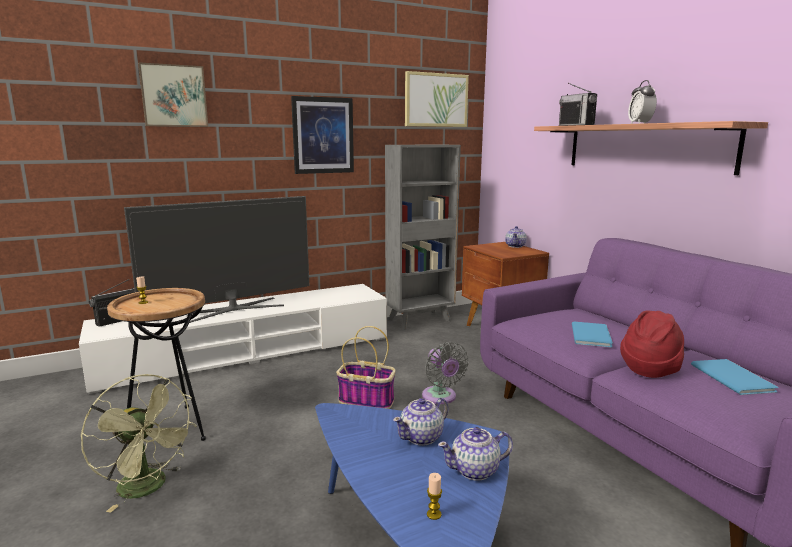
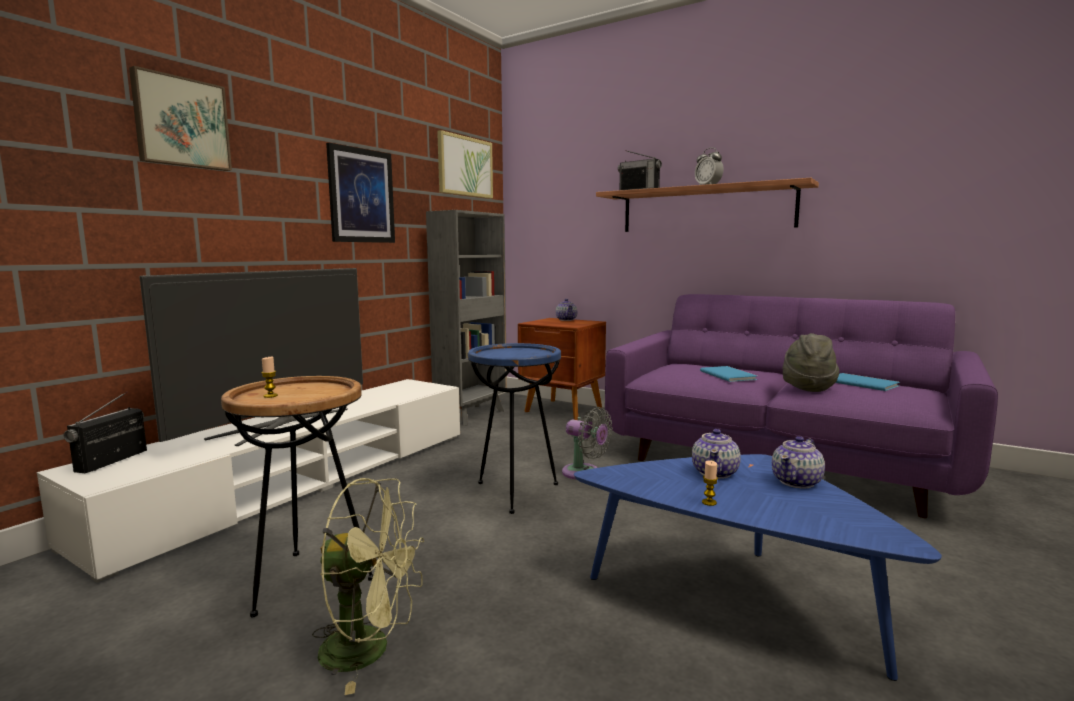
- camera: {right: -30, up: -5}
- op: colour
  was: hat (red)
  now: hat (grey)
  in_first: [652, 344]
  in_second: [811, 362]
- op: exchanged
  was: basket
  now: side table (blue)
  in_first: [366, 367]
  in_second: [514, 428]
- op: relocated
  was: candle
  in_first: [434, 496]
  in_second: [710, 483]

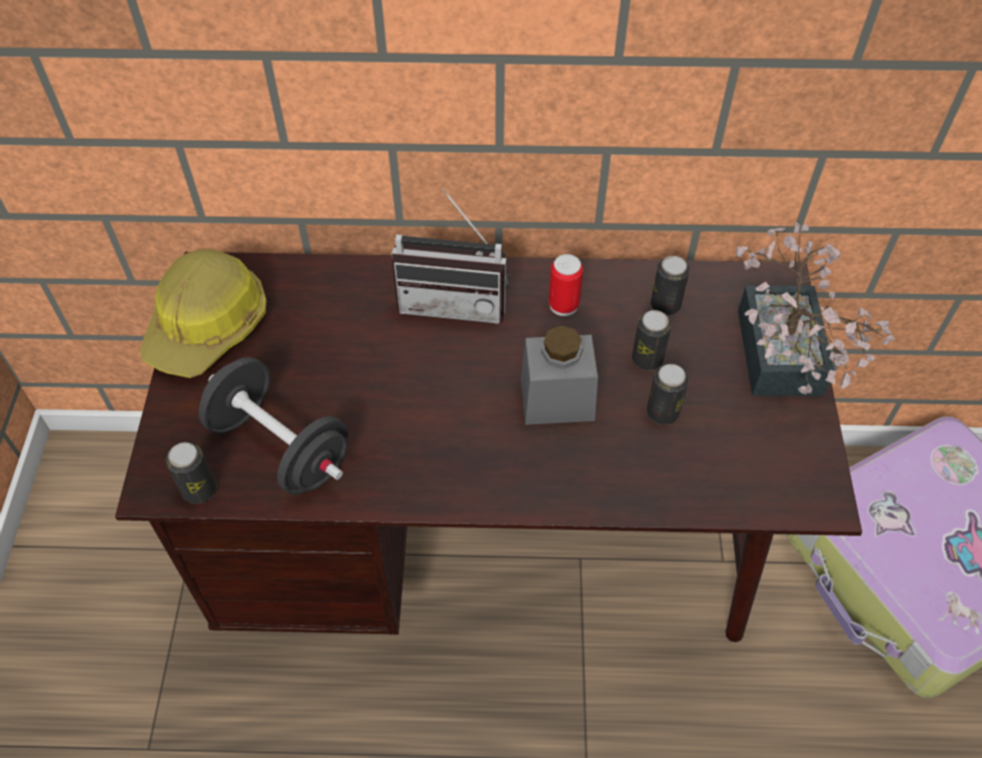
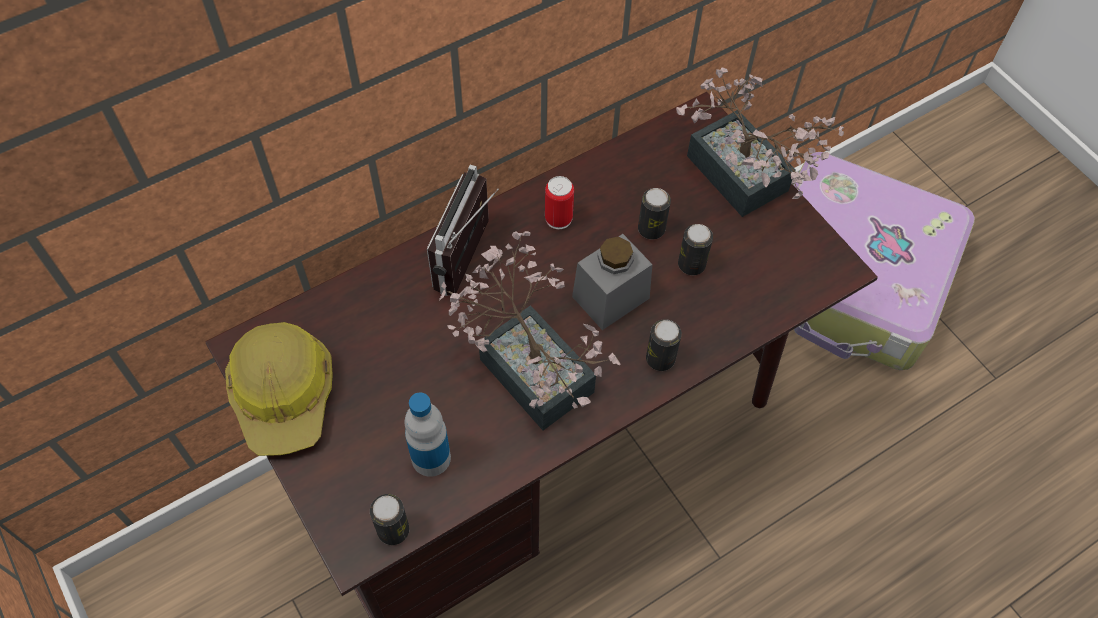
- camera: {right: -35, up: 5}
- op: spun
  was: radio
  in_first: [451, 256]
  in_second: [463, 230]
  clockwise: 135
- op: relocated
  was: can
  in_first: [670, 285]
  in_second: [664, 345]
- op: exchanged
  was: dumbbell (black)
  now: bottle
  in_first: [273, 426]
  in_second: [427, 434]
- op: appeared
  now: potted plant
  in_second: [529, 330]

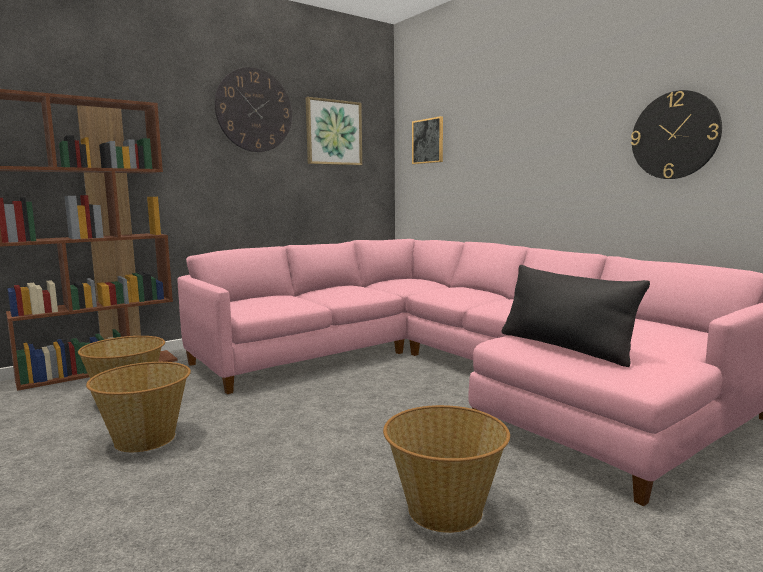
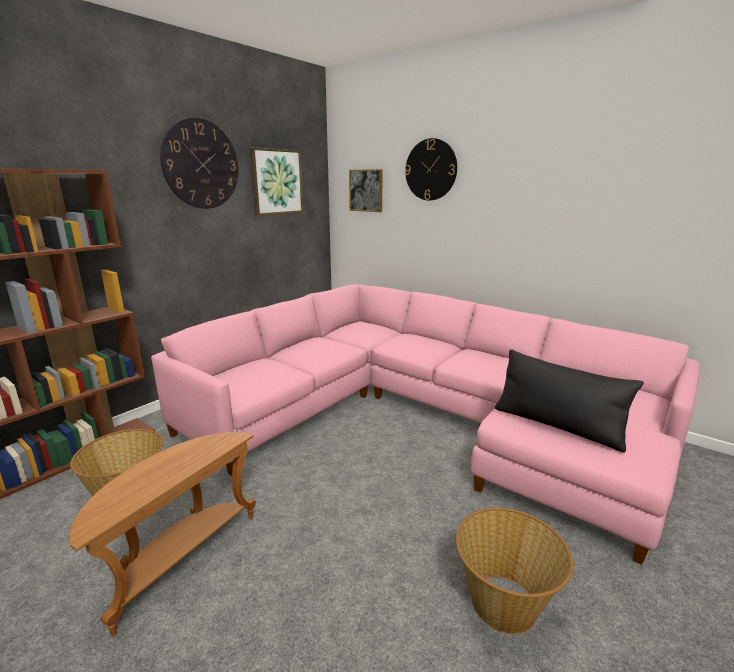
- camera: {right: -15, up: 10}
- op: relocated
  was: wall clock
  in_first: [676, 134]
  in_second: [431, 169]
- op: exchanged
  was: basket
  now: side table (brown)
  in_first: [138, 407]
  in_second: [163, 534]

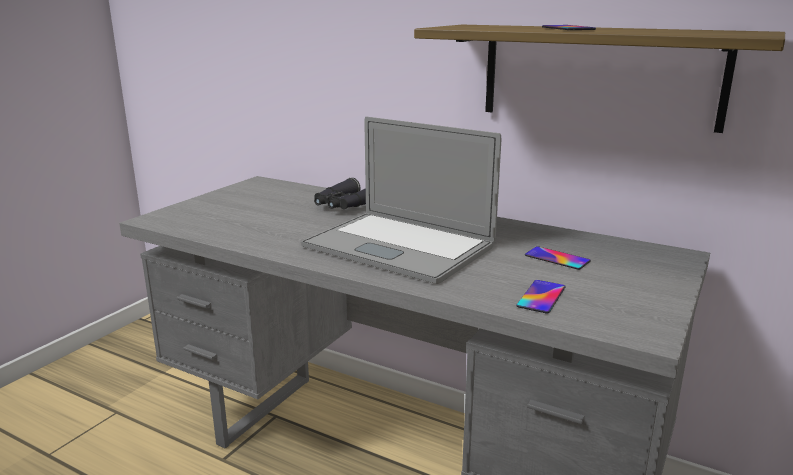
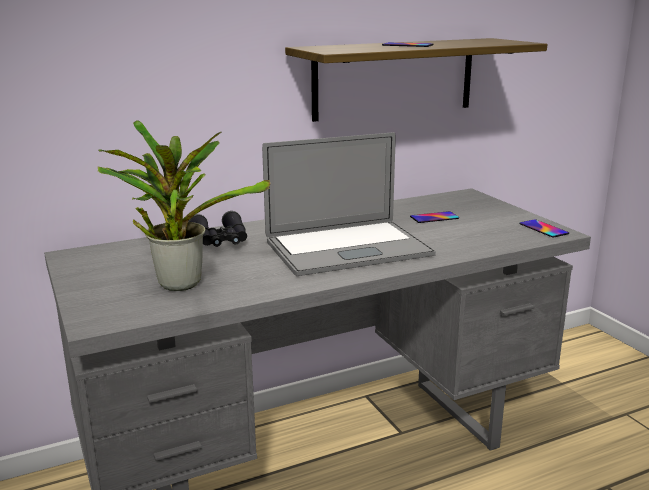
- camera: {right: -55, up: 0}
- op: relocated
  was: phone
  in_first: [541, 297]
  in_second: [544, 228]
- op: appeared
  now: potted plant
  in_second: [184, 205]

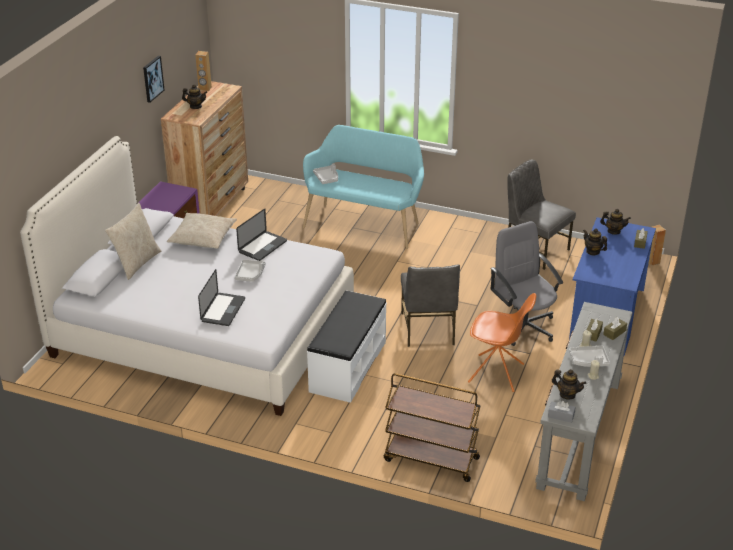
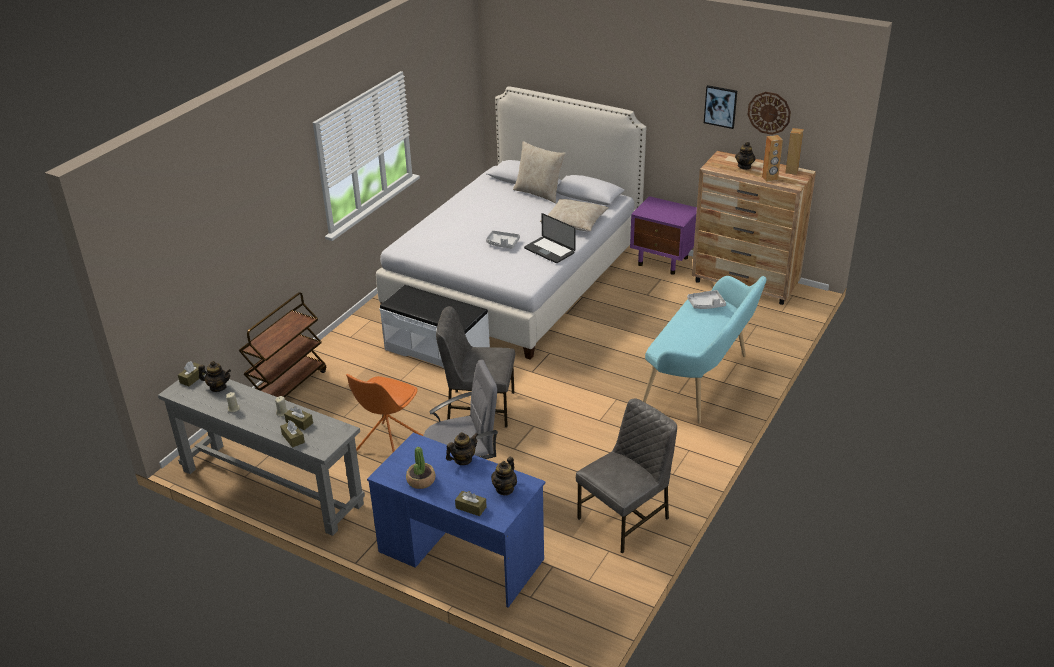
- camera: {right: 100, up: 0}
- op: relocated
  was: speaker (brown)
  in_first: [657, 245]
  in_second: [772, 158]
- op: missing
  was: laptop
  in_first: [221, 297]
- op: missing
  was: tray (grey)
  in_first: [589, 356]
- op: spun
  was: teapot
  in_first: [569, 384]
  in_second: [214, 376]
  clockwise: -120
- op: colour
  was: tissue box (grey)
  now: tissue box (brown)
  in_first: [561, 412]
  in_second: [191, 373]
- op: appeared
  now: wall clock
  in_second: [769, 113]
- op: appeared
  now: potted plant
  in_second: [421, 468]

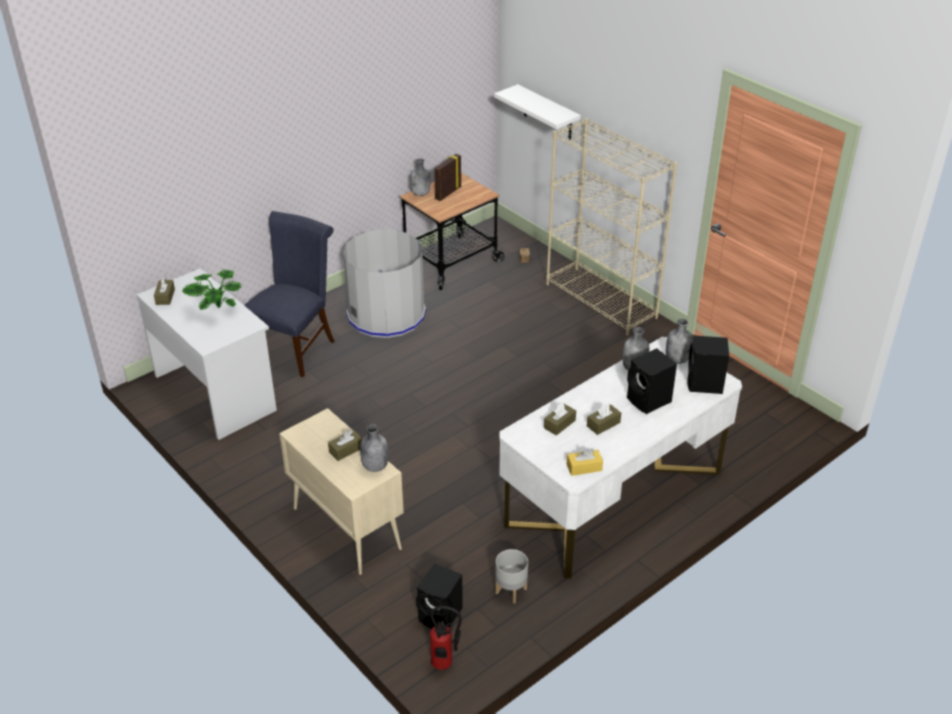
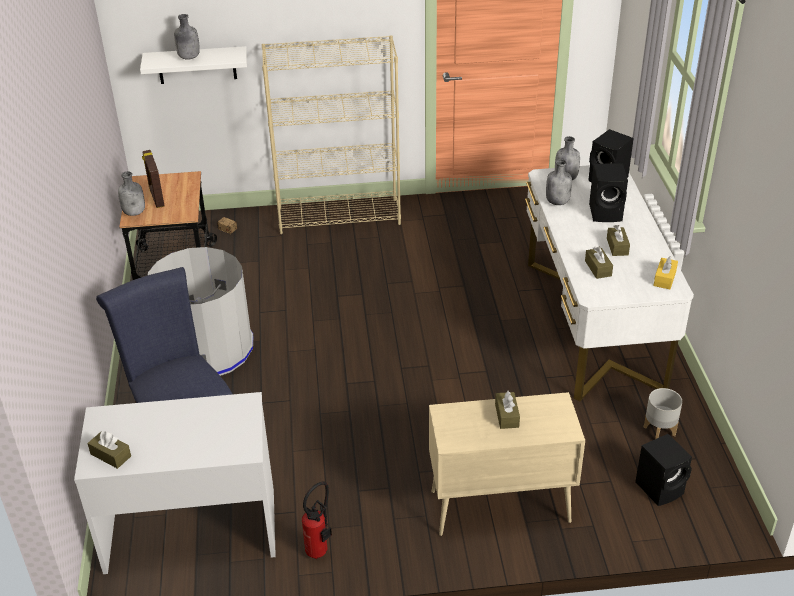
- camera: {right: -55, up: 0}
- op: missing
  was: potted plant
  in_first: [212, 289]
- op: relocated
  was: bottle (grey)
  in_first: [374, 448]
  in_second: [187, 37]
- op: relocated
  was: fire extinguisher
  in_first: [446, 638]
  in_second: [317, 520]

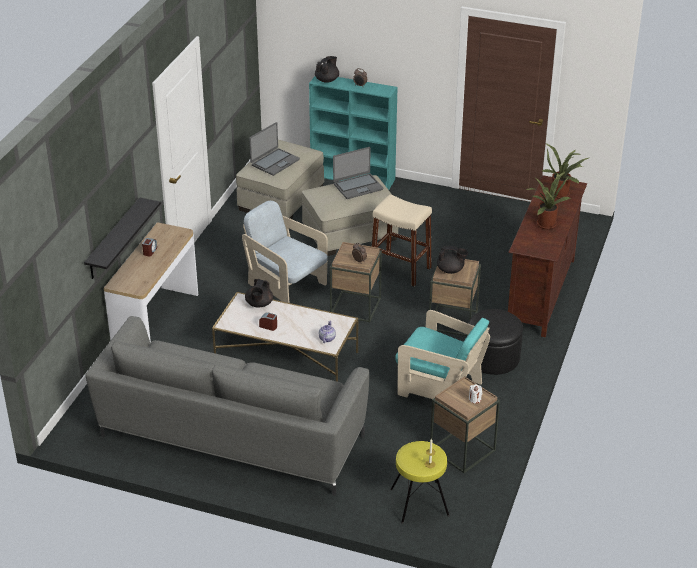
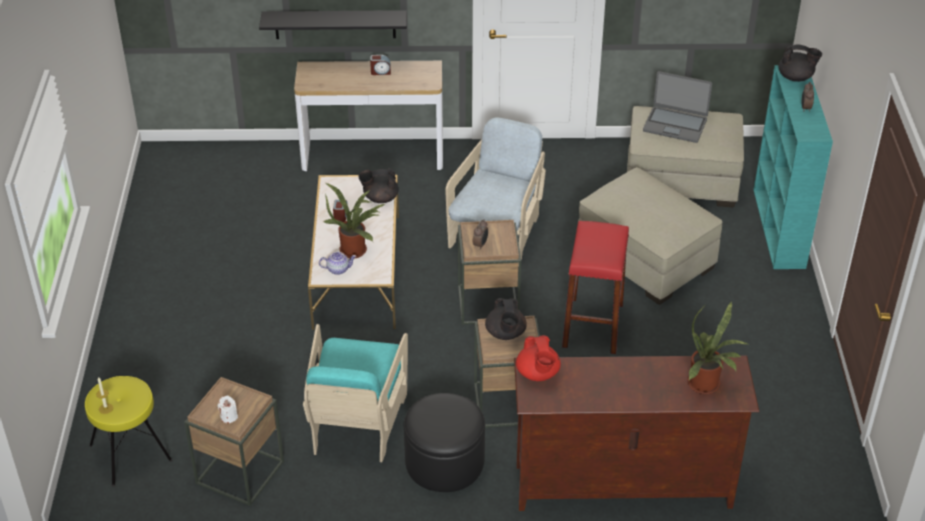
- camera: {right: 70, up: 5}
- op: missing
  was: laptop
  in_first: [358, 173]
- op: relocated
  was: potted plant
  in_first: [548, 200]
  in_second: [354, 221]
- op: colour
  was: stool (beige)
  now: stool (red)
  in_first: [402, 240]
  in_second: [595, 287]
- op: missing
  was: sofa (grey)
  in_first: [227, 406]
- op: appeared
  now: teapot (red)
  in_second: [538, 358]

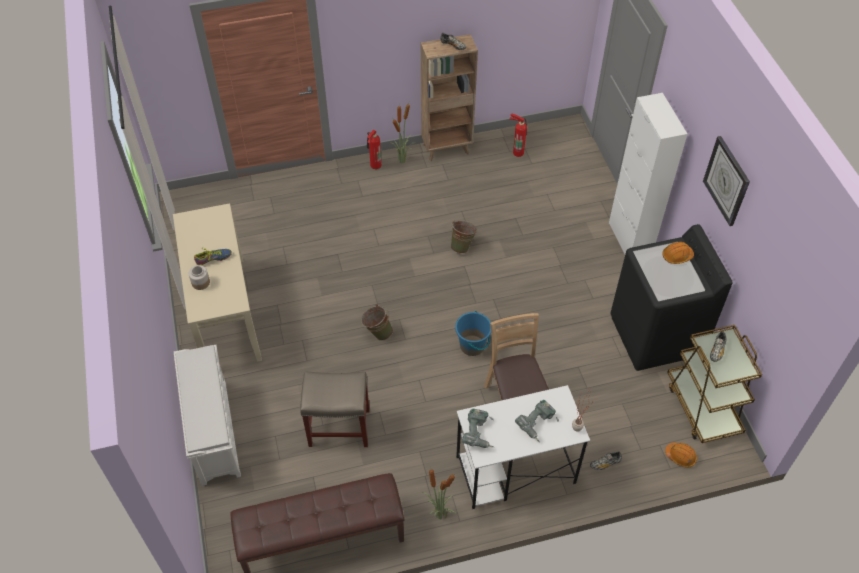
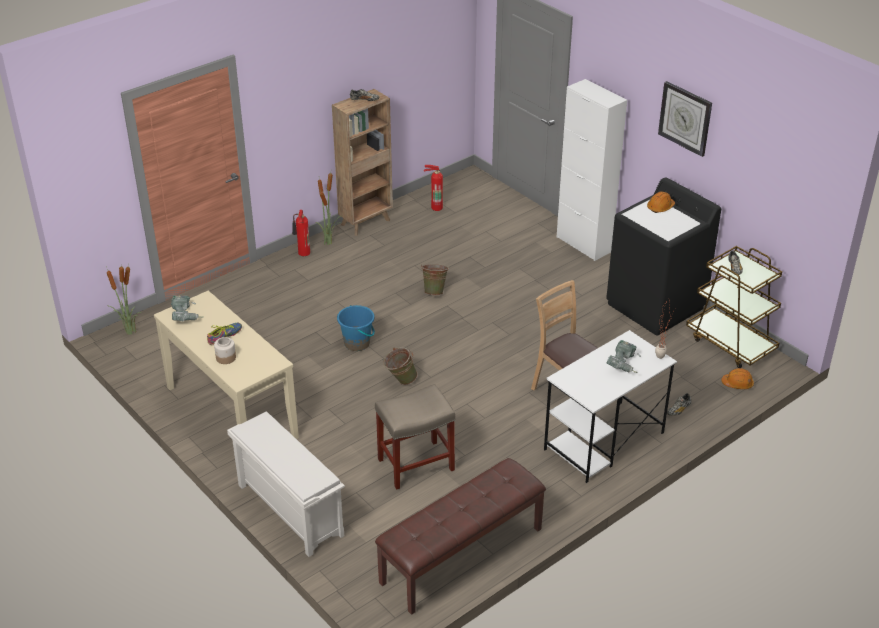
- camera: {right: -25, up: -15}
- op: relocated
  was: bucket (blue)
  in_first: [473, 333]
  in_second: [356, 328]
- op: relocated
  was: power drill
  in_first: [478, 428]
  in_second: [187, 308]
- op: relocated
  was: potted plant
  in_first: [439, 494]
  in_second: [123, 299]

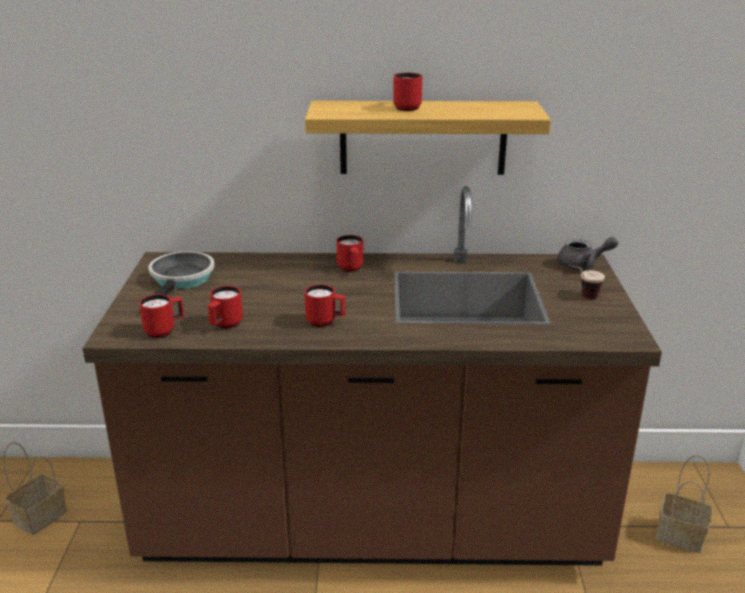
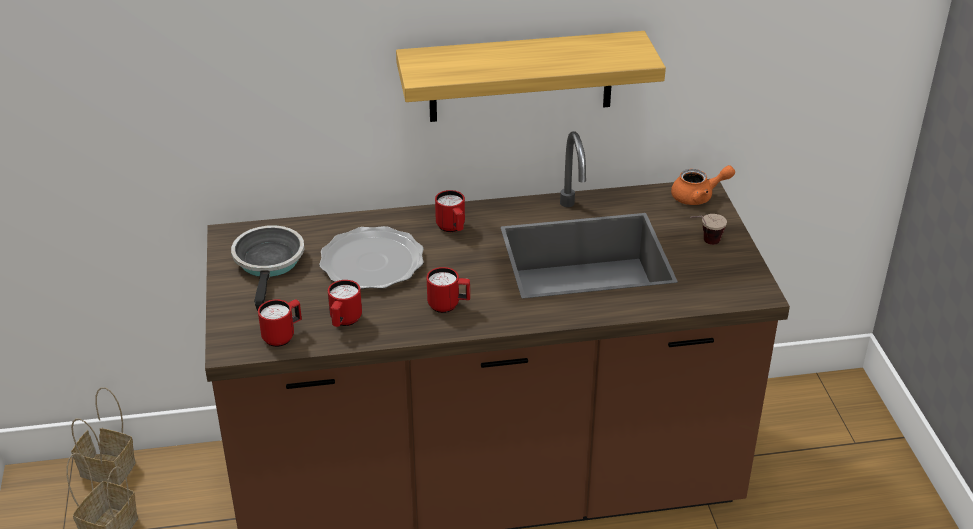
- camera: {right: -10, up: 10}
- op: missing
  was: mug (red)
  in_first: [407, 91]
- op: colour
  was: teapot (grey)
  now: teapot (orange)
  in_first: [587, 253]
  in_second: [703, 185]
- op: relocated
  was: basket
  in_first: [684, 504]
  in_second: [103, 436]
- op: appeared
  now: plate
  in_second: [371, 257]

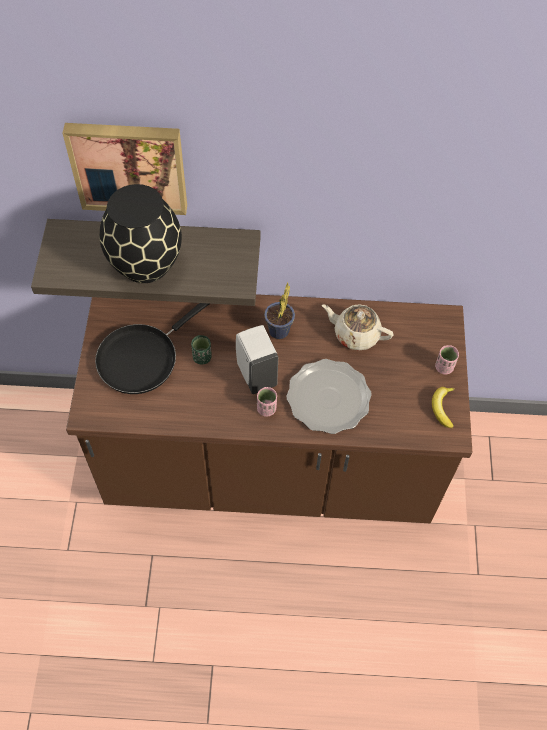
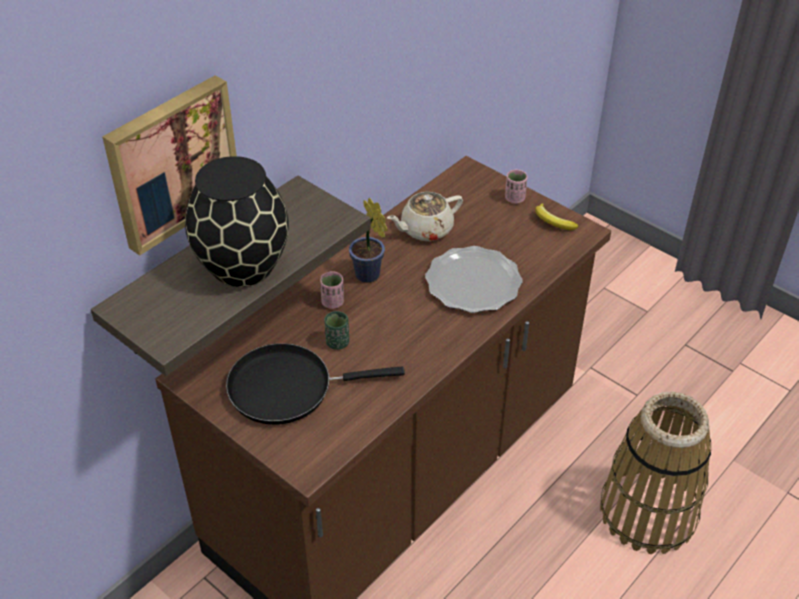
- camera: {right: -50, up: -15}
- op: spun
  was: frying pan (black)
  in_first: [152, 348]
  in_second: [315, 384]
  clockwise: 90
- op: missing
  was: soap dispenser (white)
  in_first: [257, 359]
- op: relocated
  was: cup (pink)
  in_first: [267, 402]
  in_second: [332, 290]
- op: appeared
  now: basket
  in_second: [655, 473]

